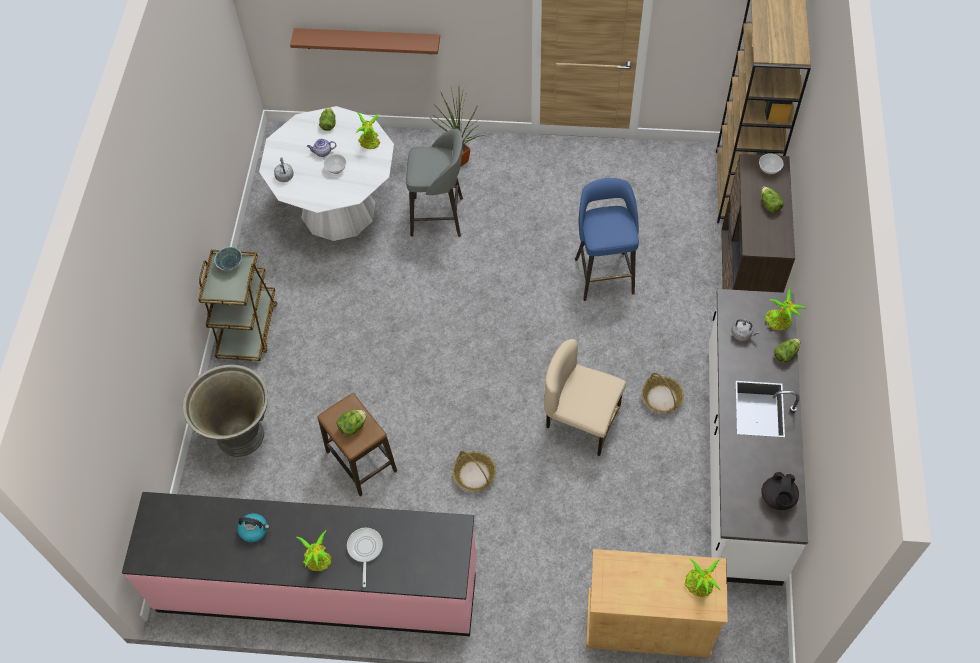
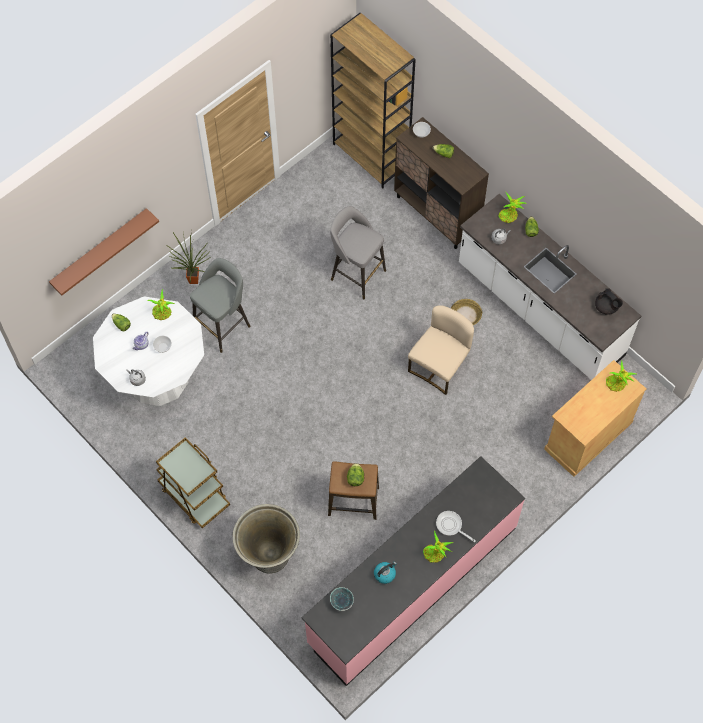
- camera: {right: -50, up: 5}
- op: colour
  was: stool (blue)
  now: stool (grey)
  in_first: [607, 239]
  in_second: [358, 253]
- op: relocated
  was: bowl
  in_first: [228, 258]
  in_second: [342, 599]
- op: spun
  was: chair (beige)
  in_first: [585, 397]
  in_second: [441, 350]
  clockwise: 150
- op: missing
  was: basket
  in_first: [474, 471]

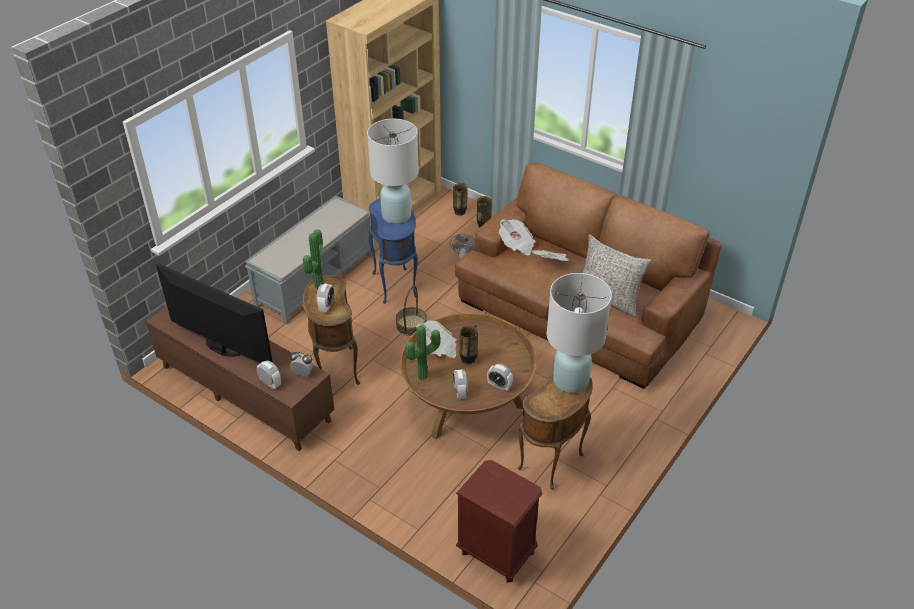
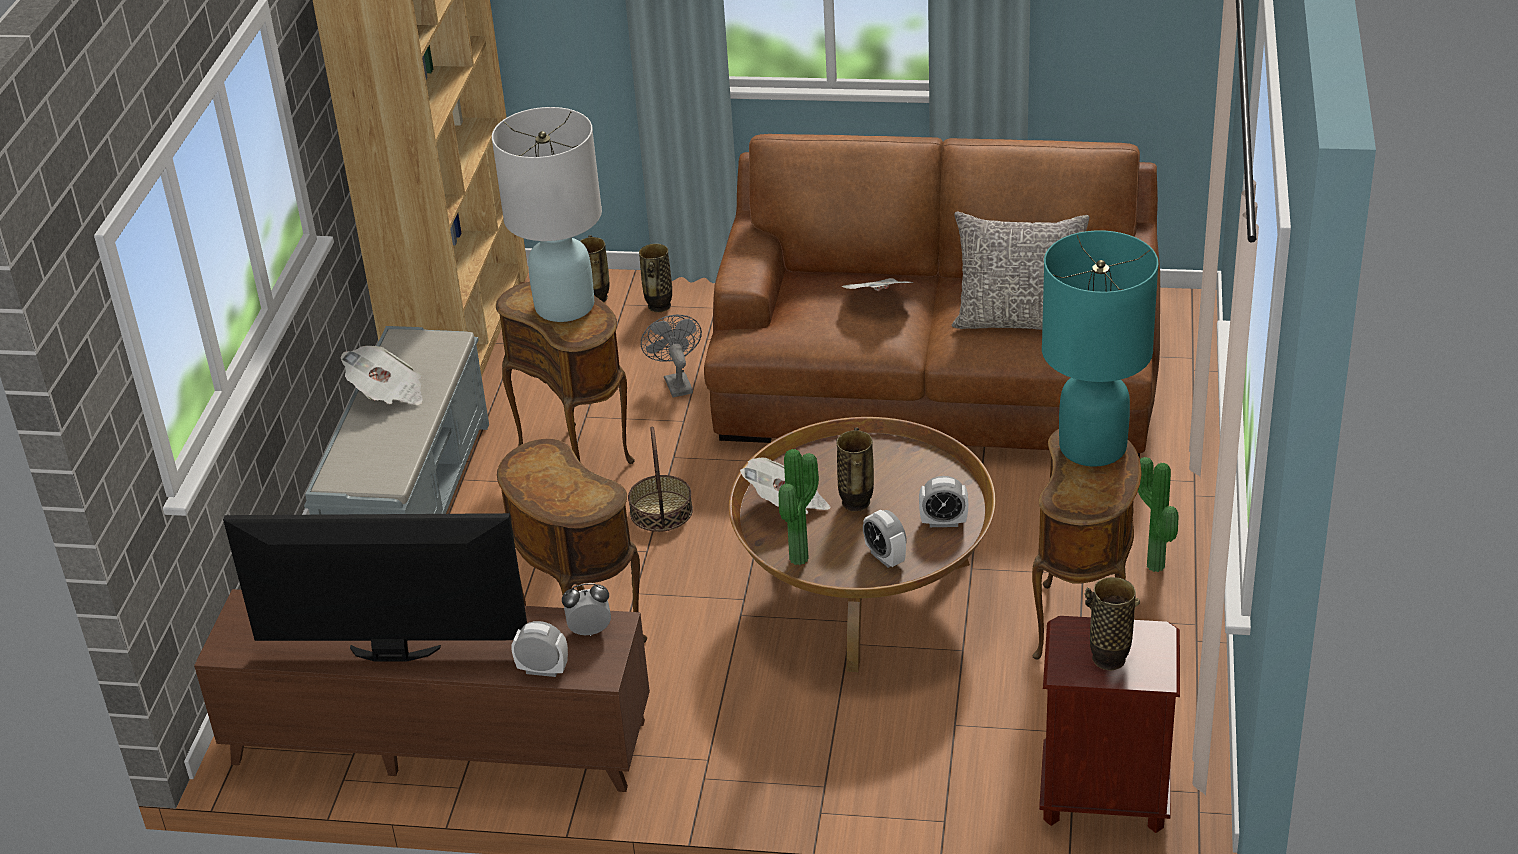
- camera: {right: -25, up: -5}
- op: colour
  was: side table (blue)
  now: side table (brown)
  in_first: [393, 251]
  in_second: [565, 373]
- op: relocated
  was: newspaper
  in_first: [517, 237]
  in_second: [382, 375]
- op: relocated
  was: potted plant
  in_first: [313, 259]
  in_second: [1158, 514]
- op: colour
  was: table lamp (white)
  now: table lamp (turquoise)
  in_first: [579, 333]
  in_second: [1100, 348]
- op: missing
  was: alarm clock
  in_first: [325, 297]
- op: appeared
  now: vase
  in_second: [1112, 623]

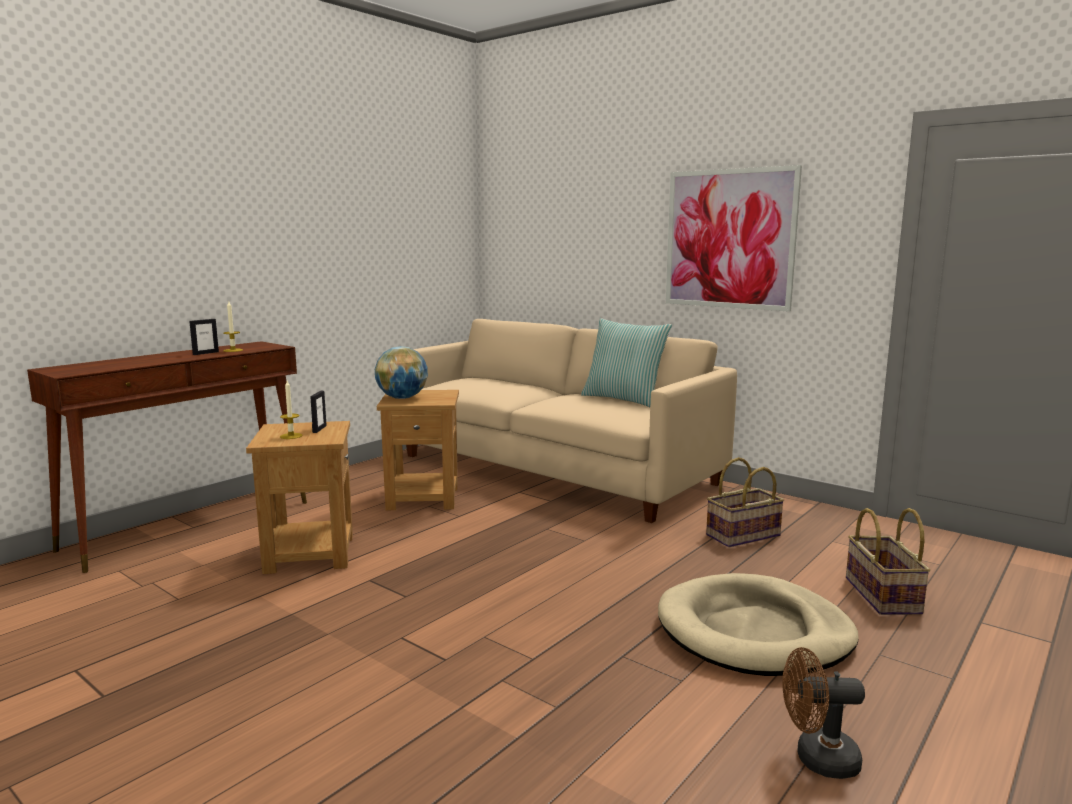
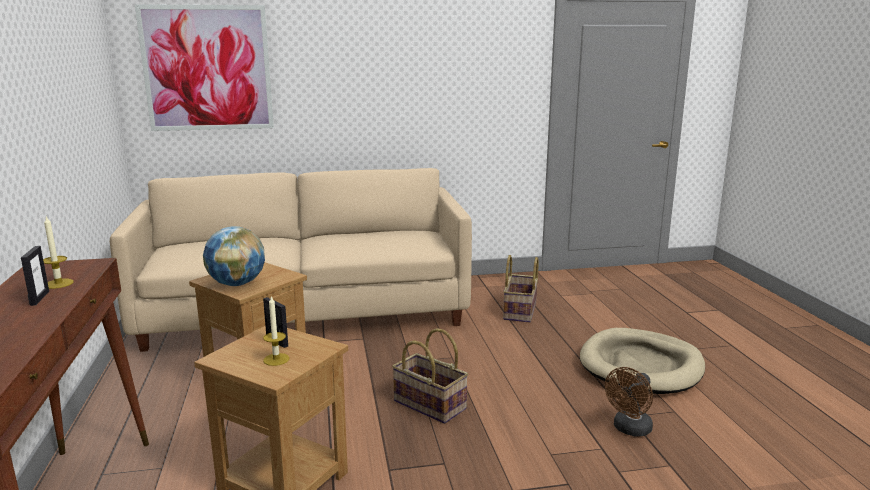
- camera: {right: -50, up: 5}
- op: relocated
  was: picture
  in_first: [734, 238]
  in_second: [204, 67]
- op: missing
  was: pillow
  in_first: [626, 362]
- op: relocated
  was: basket
  in_first: [888, 561]
  in_second: [430, 376]
- op: relocated
  was: fan (brown)
  in_first: [823, 713]
  in_second: [629, 402]

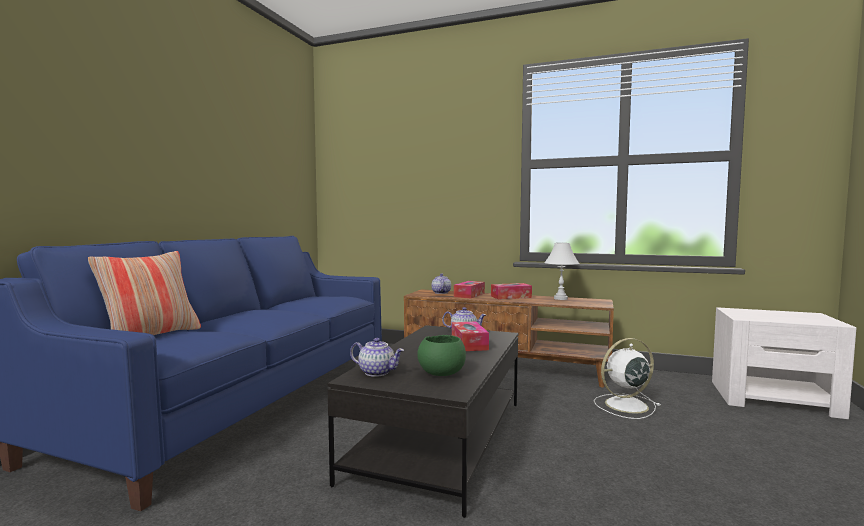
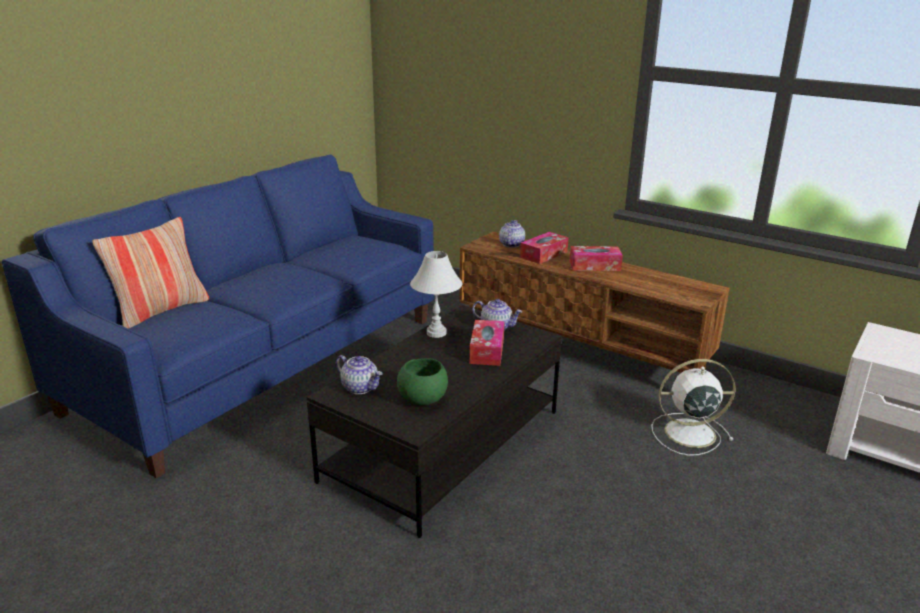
- camera: {right: 15, up: 20}
- op: relocated
  was: table lamp (white)
  in_first: [562, 271]
  in_second: [436, 294]

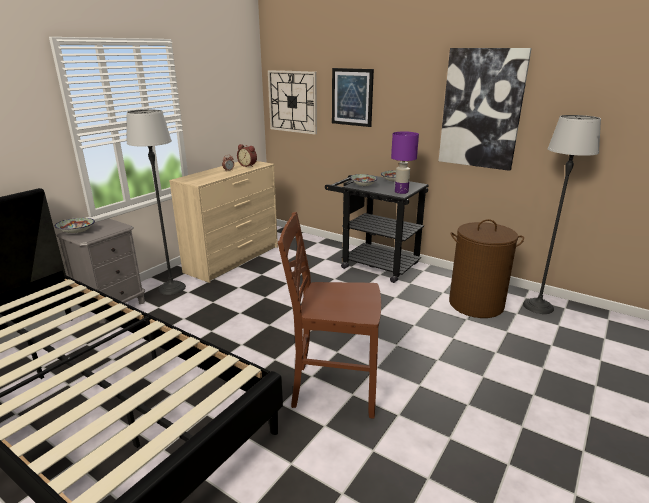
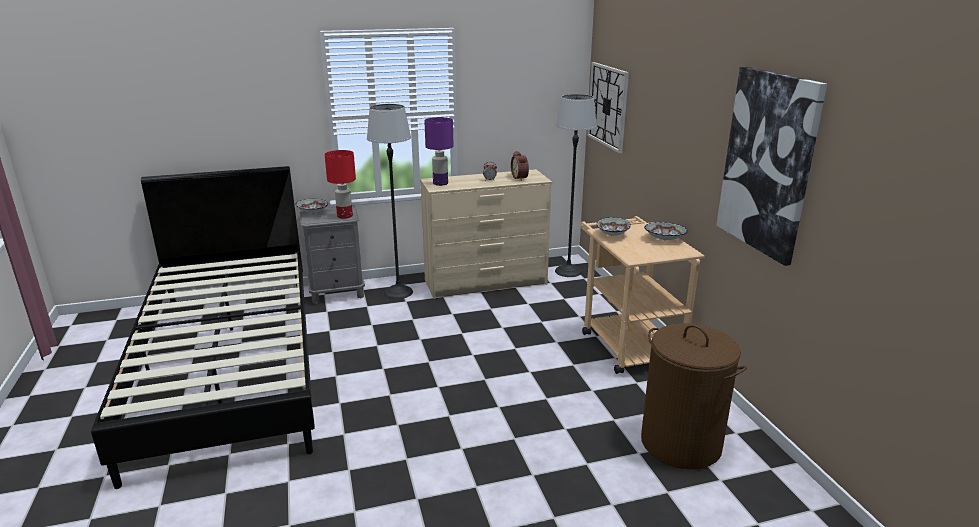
- camera: {right: 40, up: 0}
- op: missing
  was: picture
  in_first: [353, 97]
- op: relocated
  was: floor lamp
  in_first: [562, 214]
  in_second: [576, 185]
- op: relocated
  was: table lamp (purple)
  in_first: [405, 162]
  in_second: [439, 151]
- op: colour
  was: cart (black)
  now: cart (beige)
  in_first: [377, 229]
  in_second: [642, 295]
- op: missing
  was: chair (brown)
  in_first: [329, 315]
- op: appeared
  now: table lamp (red)
  in_second: [340, 184]

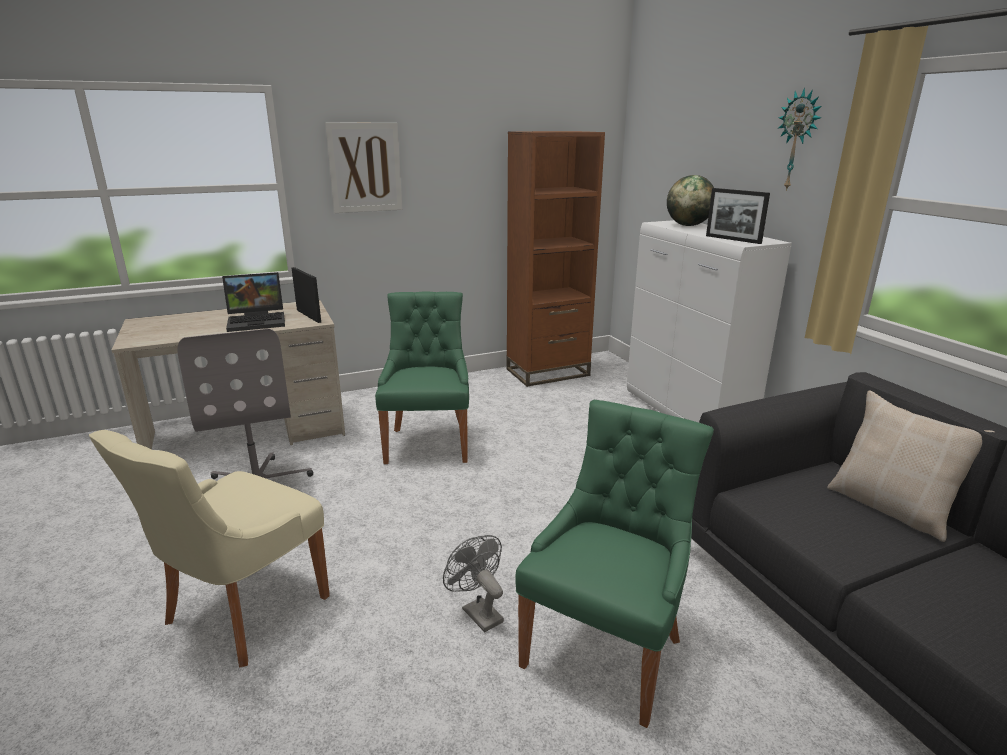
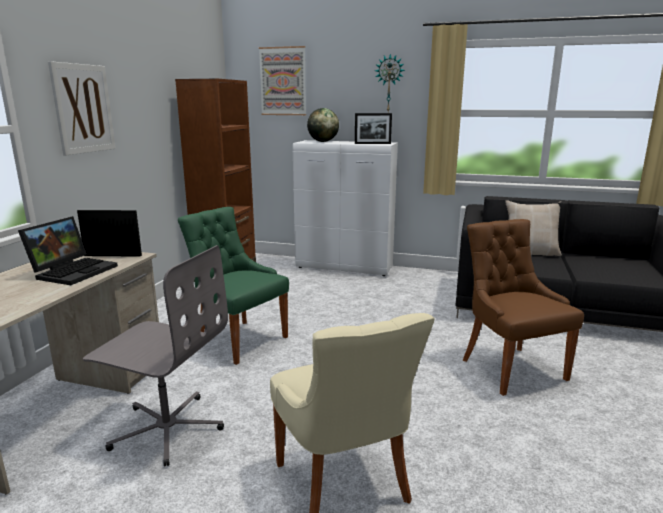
- camera: {right: -50, up: -5}
- op: colour
  was: chair (green)
  now: chair (brown)
  in_first: [614, 564]
  in_second: [523, 307]
- op: missing
  was: fan (grey)
  in_first: [473, 583]
- op: appeared
  now: picture
  in_second: [282, 80]

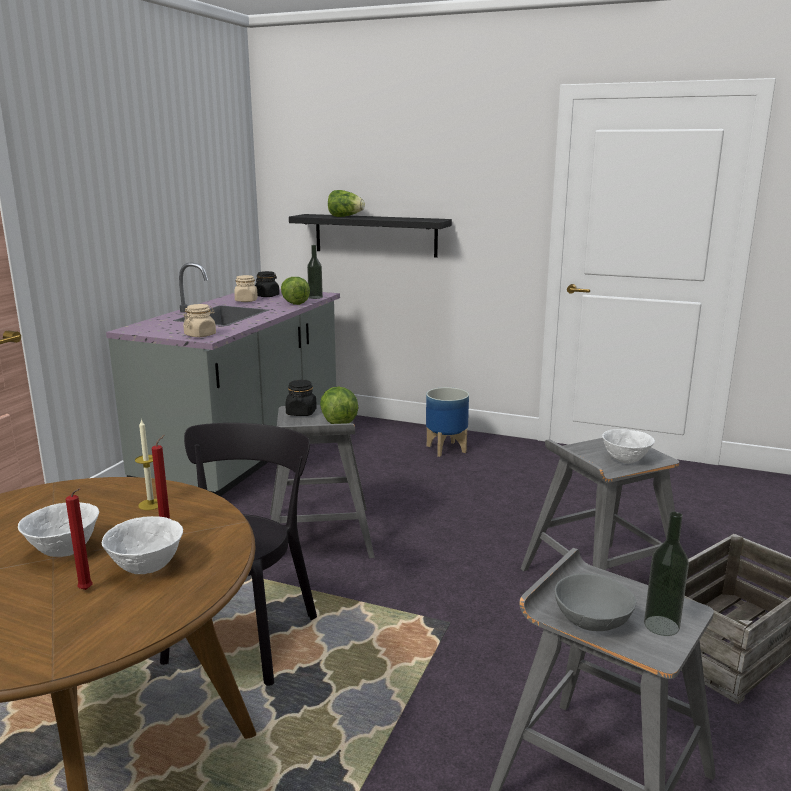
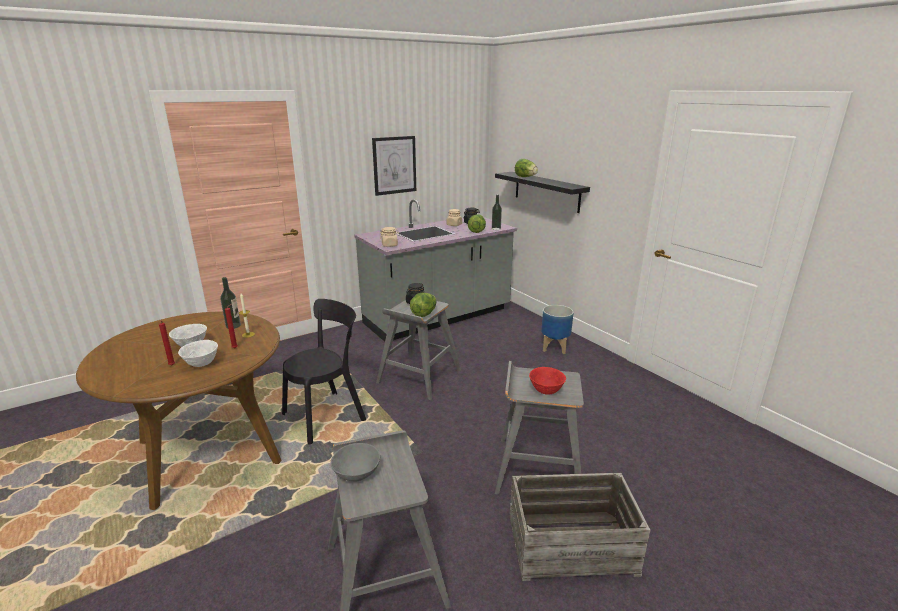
- camera: {right: 35, up: 5}
- op: colour
  was: bowl (white)
  now: bowl (red)
  in_first: [628, 446]
  in_second: [547, 381]
- op: relocated
  was: bottle
  in_first: [666, 574]
  in_second: [230, 303]
- op: appeared
  now: picture
  in_second: [394, 166]

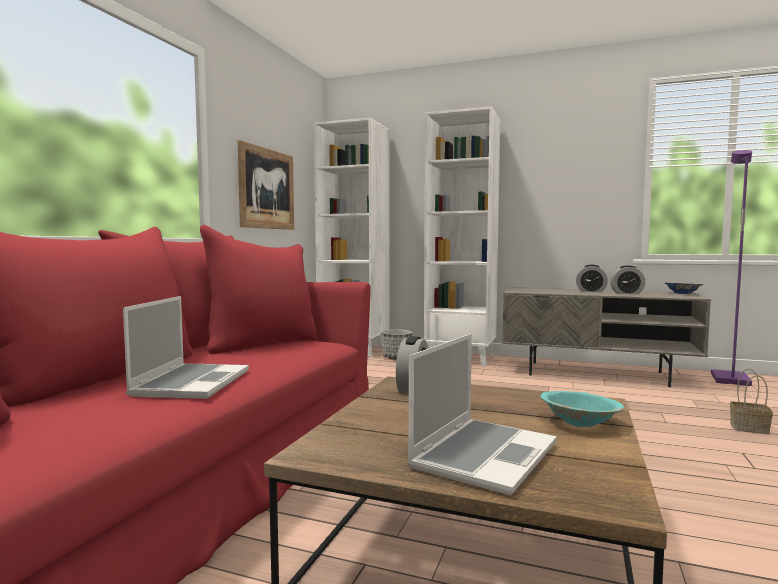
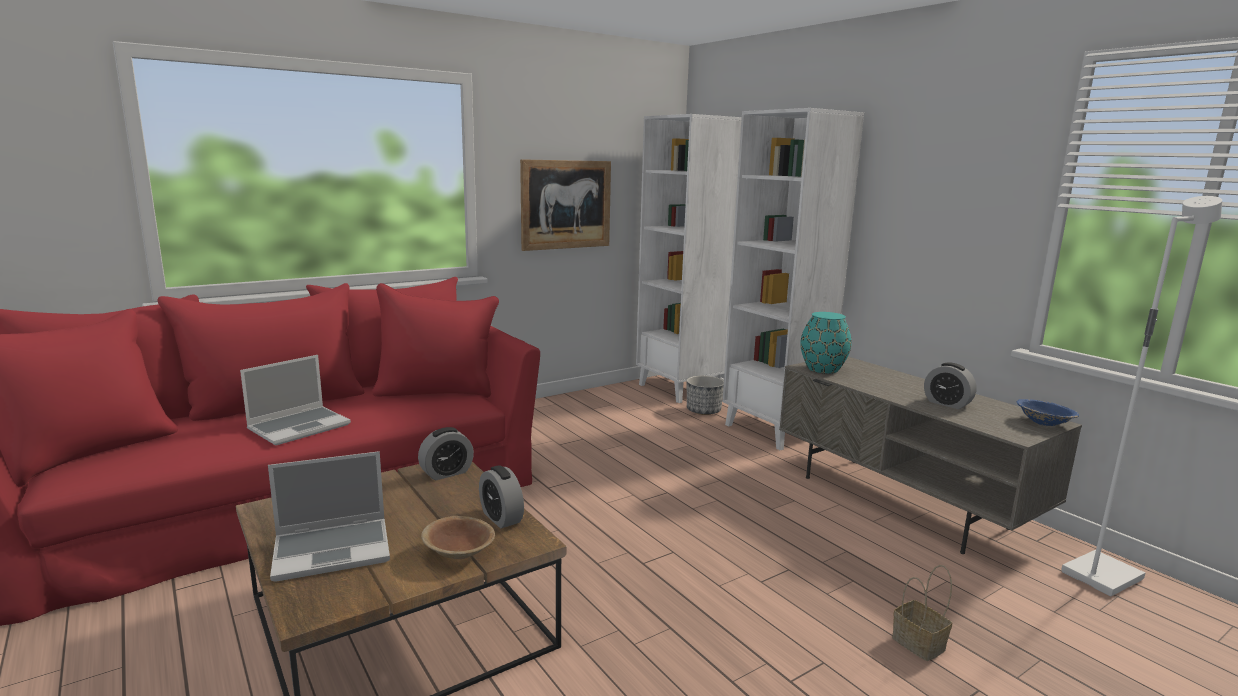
- camera: {right: 35, up: 10}
- op: colour
  was: floor lamp (purple)
  now: floor lamp (white)
  in_first: [731, 268]
  in_second: [1141, 396]
- op: relocated
  was: alarm clock
  in_first: [592, 278]
  in_second: [501, 496]
- op: colour
  was: bowl (turquoise)
  now: bowl (brown)
  in_first: [582, 409]
  in_second: [458, 537]
- op: appeared
  now: vase (turquoise)
  in_second: [826, 343]

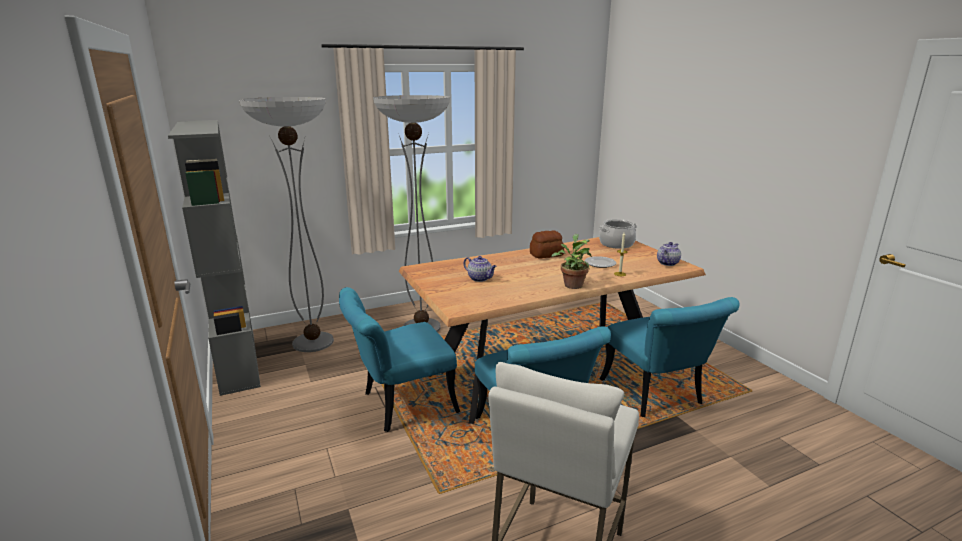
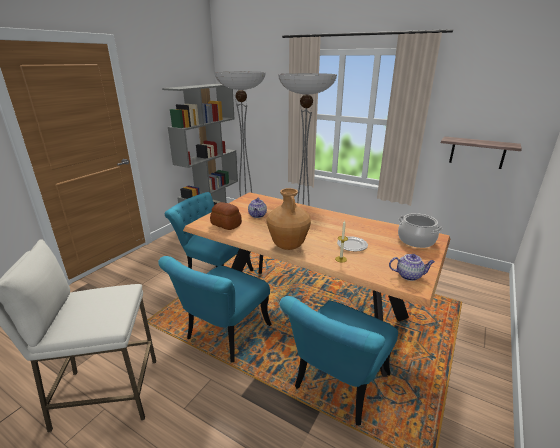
- camera: {right: 55, up: 5}
- op: relocated
  was: bread
  in_first: [547, 244]
  in_second: [226, 216]
- op: exchanged
  was: potted plant
  now: vase (brown)
  in_first: [571, 261]
  in_second: [288, 219]
- op: appeared
  now: shelf
  in_second: [481, 152]

